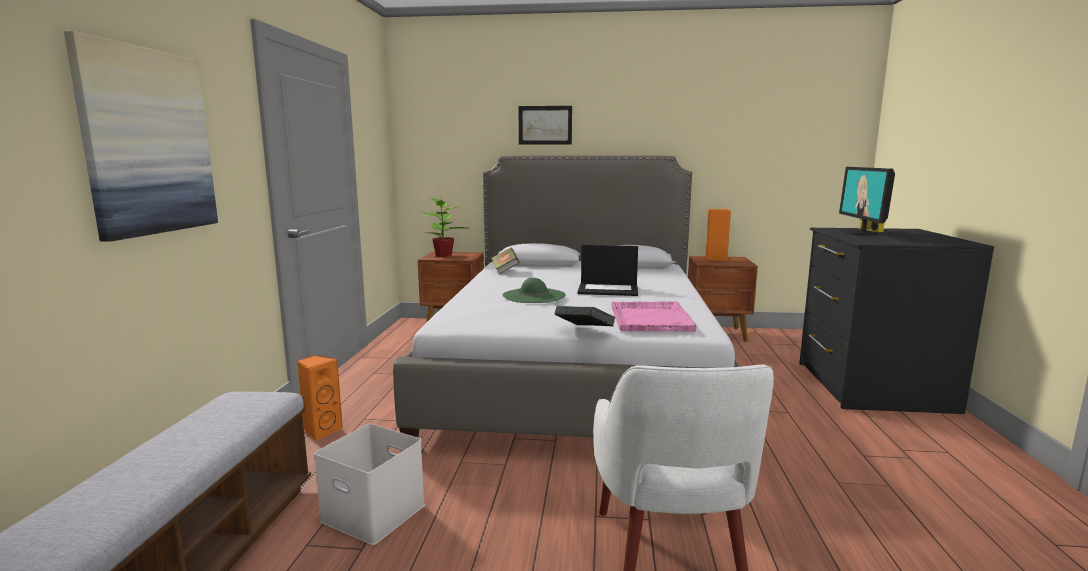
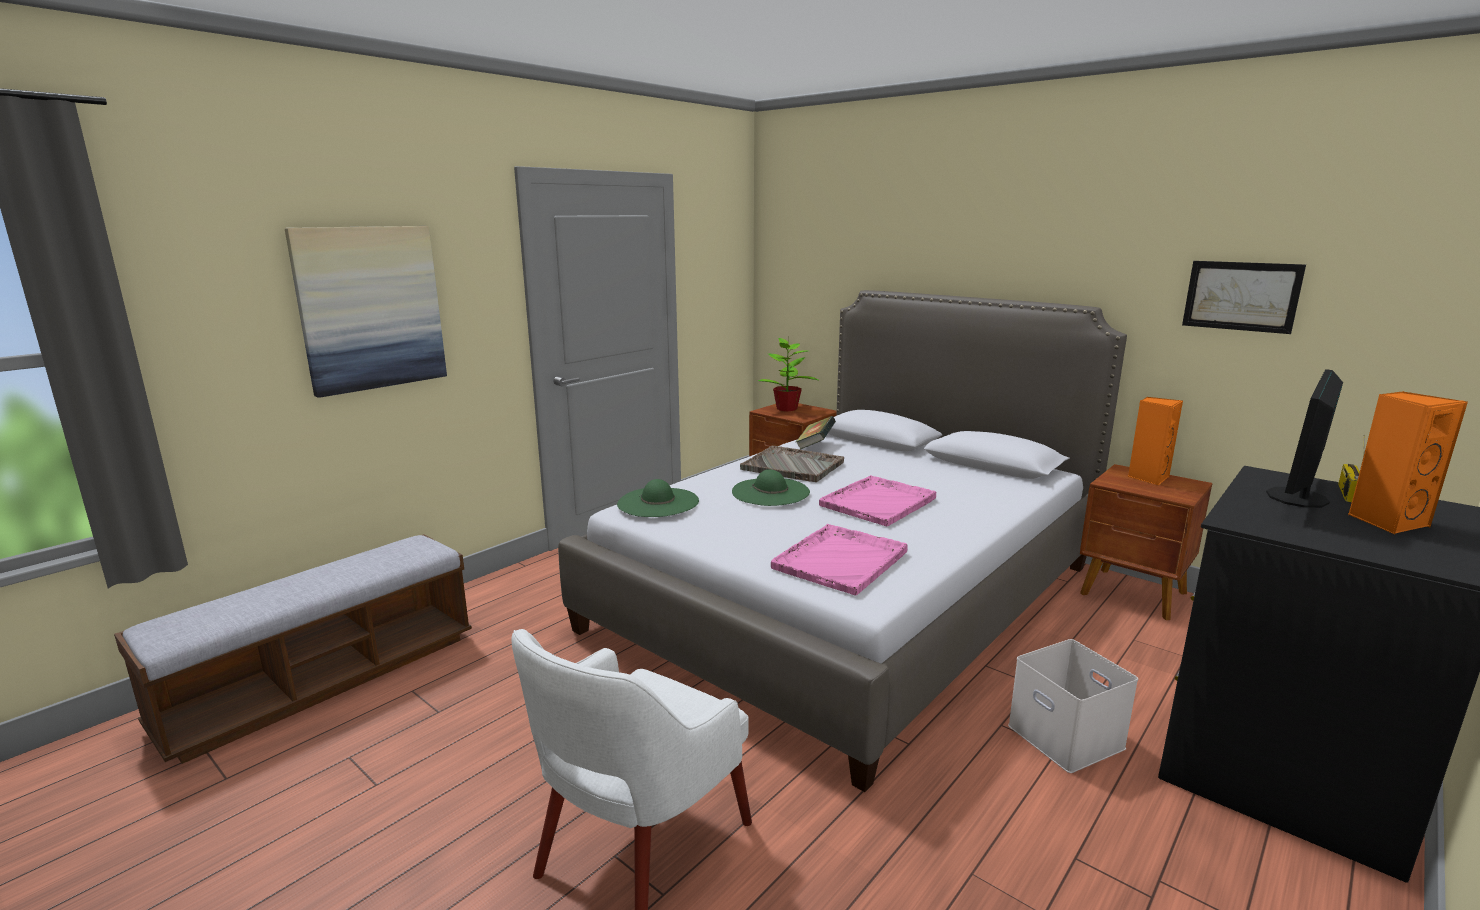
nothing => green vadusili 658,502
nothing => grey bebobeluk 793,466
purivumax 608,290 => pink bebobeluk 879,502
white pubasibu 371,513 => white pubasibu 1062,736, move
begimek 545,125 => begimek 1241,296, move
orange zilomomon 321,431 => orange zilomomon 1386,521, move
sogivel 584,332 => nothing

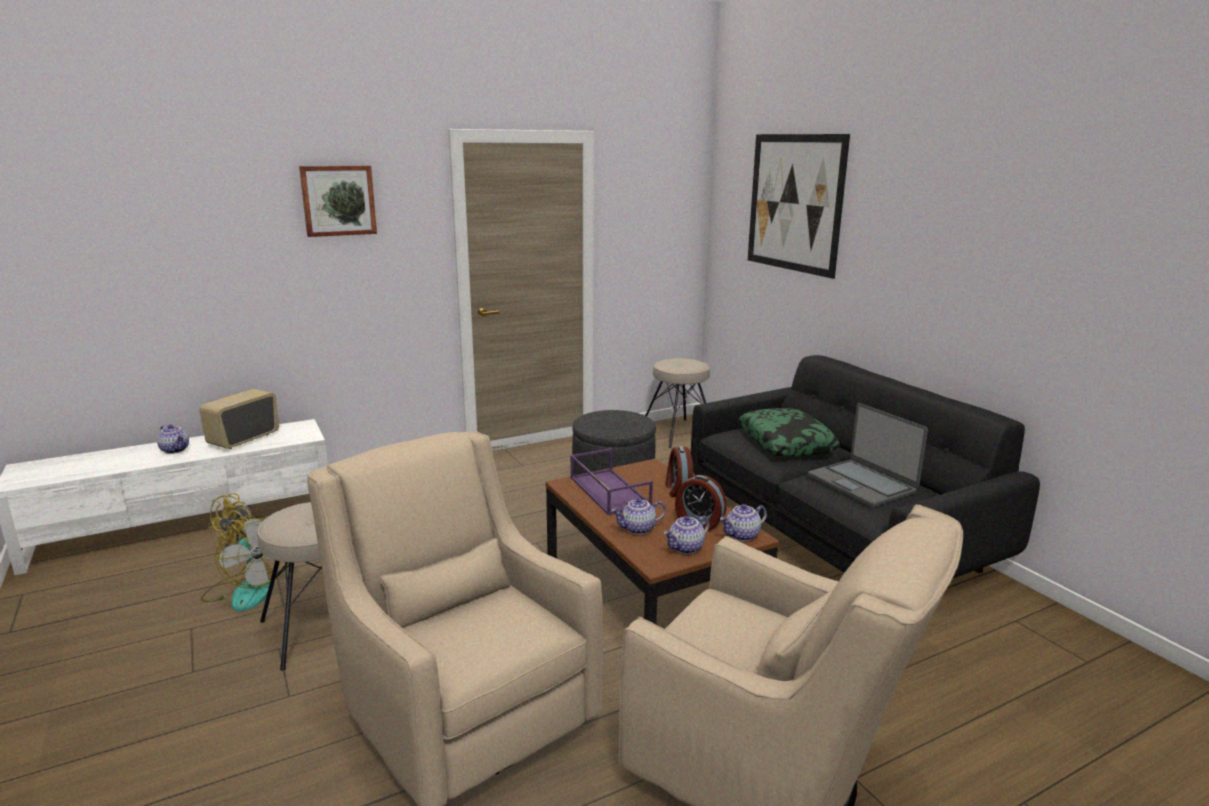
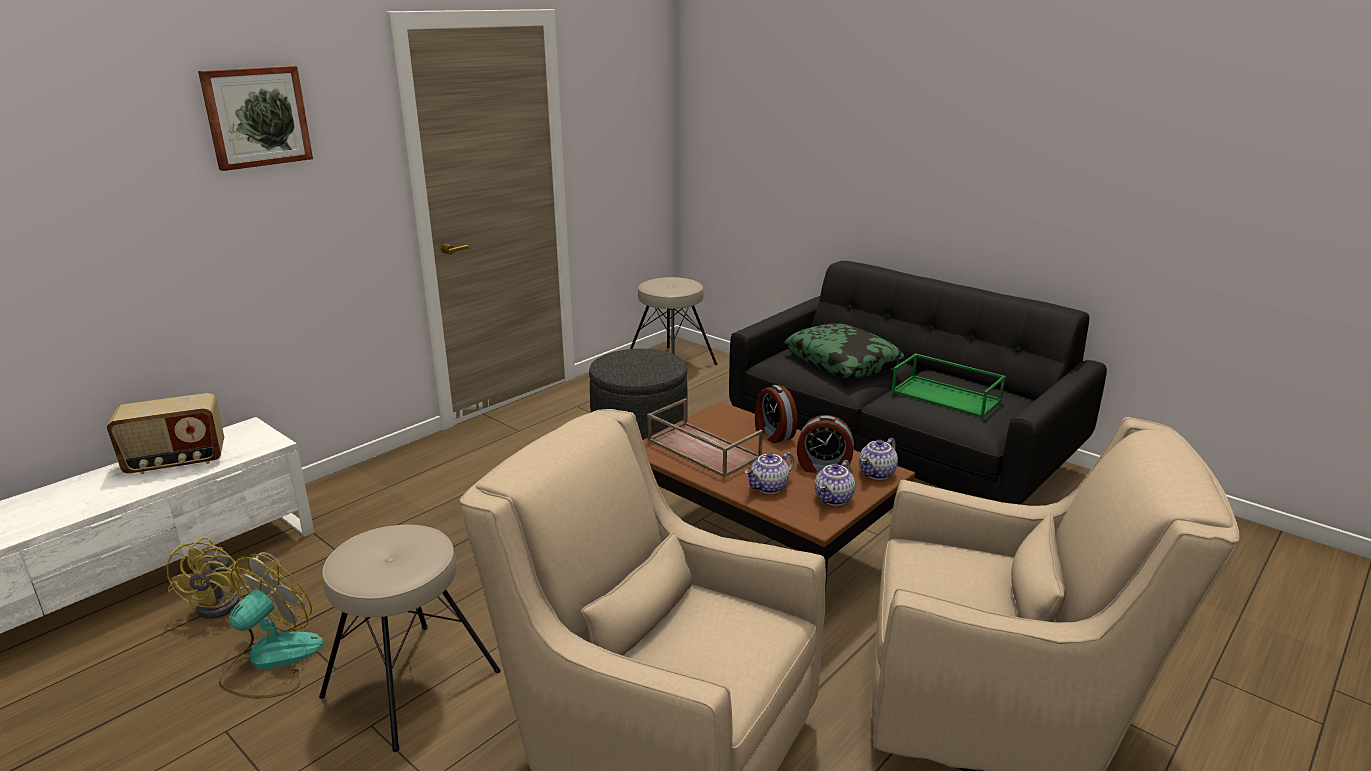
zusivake 243,439 => zusivake 176,462, 120 degrees counterclockwise
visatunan 248,590 => visatunan 271,661, 90 degrees counterclockwise
purple bebobeluk 608,491 => brown bebobeluk 702,449
purivumax 862,484 => green bebobeluk 947,396
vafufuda 175,450 => nothing
begimek 794,203 => nothing

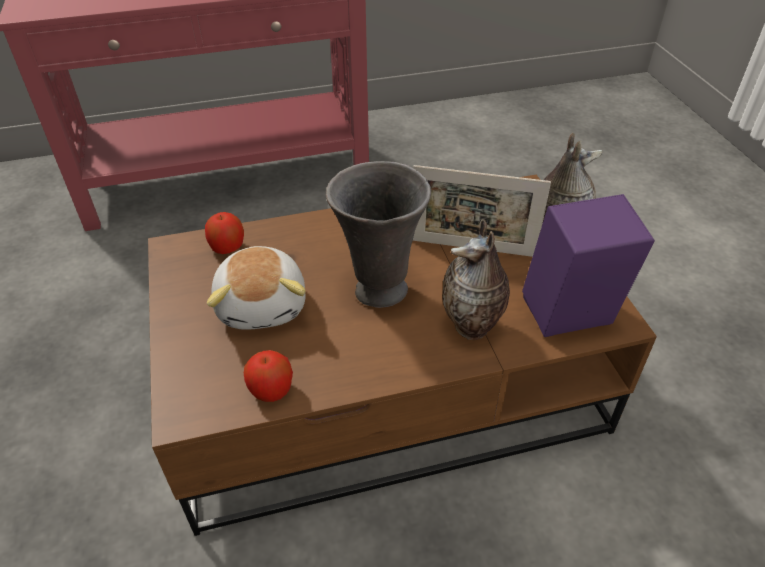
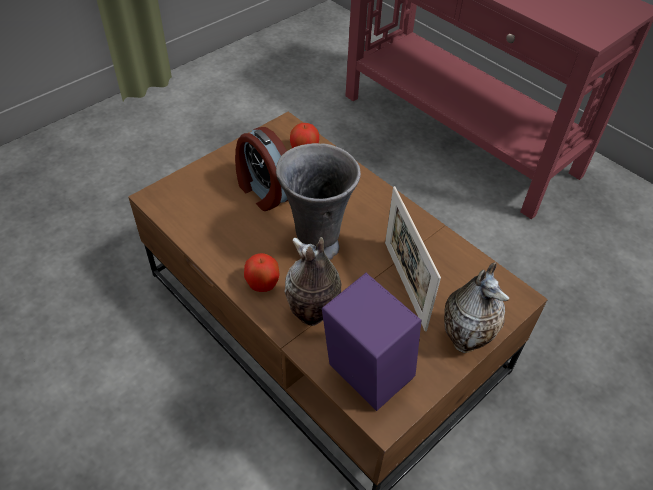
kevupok 263,304 => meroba 263,191
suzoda 271,391 => suzoda 262,283, move

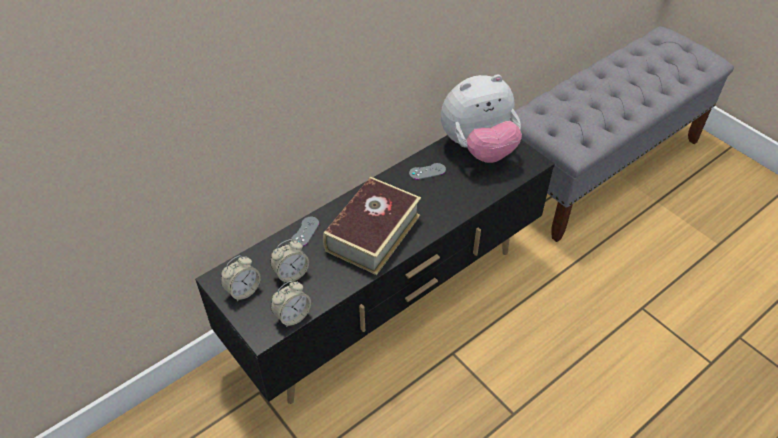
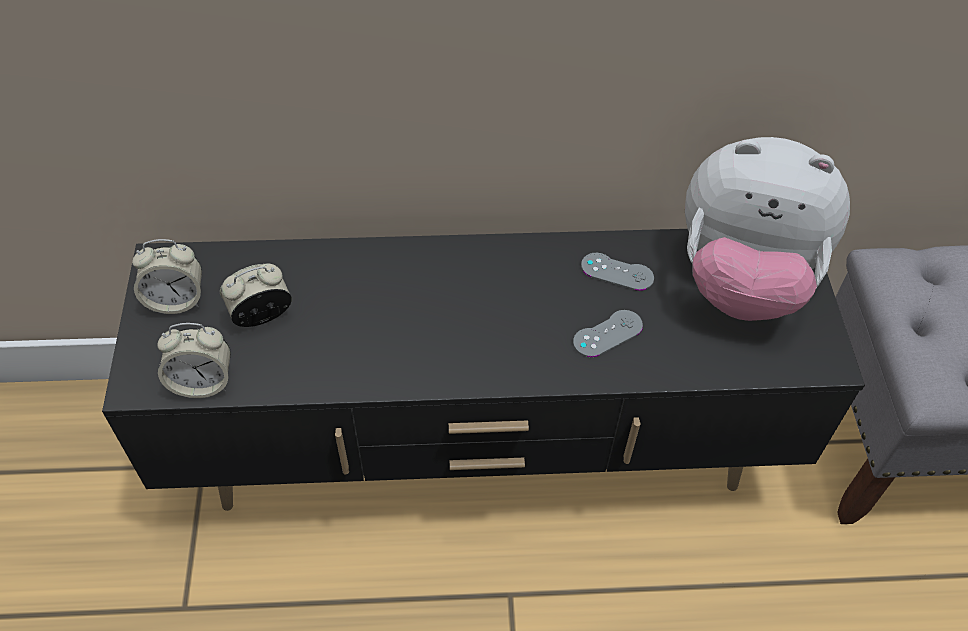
meroba 291,274 => meroba 261,315, 150 degrees clockwise
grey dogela 305,232 => grey dogela 607,334, move
sogivel 373,233 => nothing

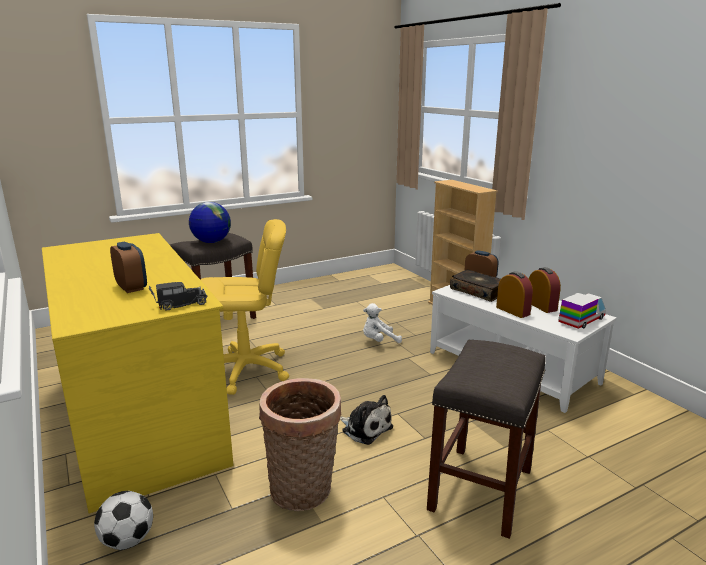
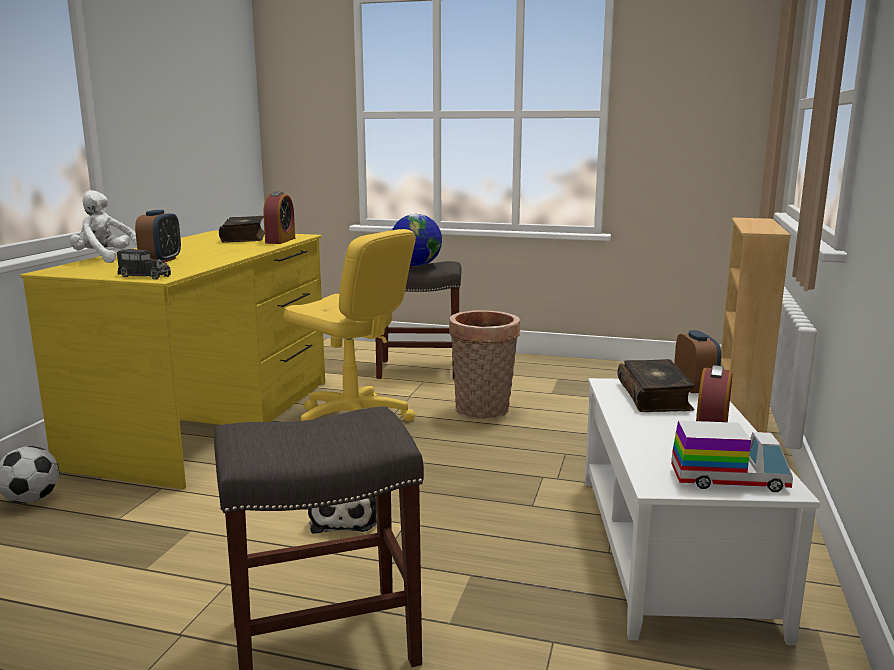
white kevupok 379,341 => white kevupok 106,259, move
nothing => sogivel 244,237
meroba 513,311 => meroba 280,240, move
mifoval 304,491 => mifoval 483,411, move

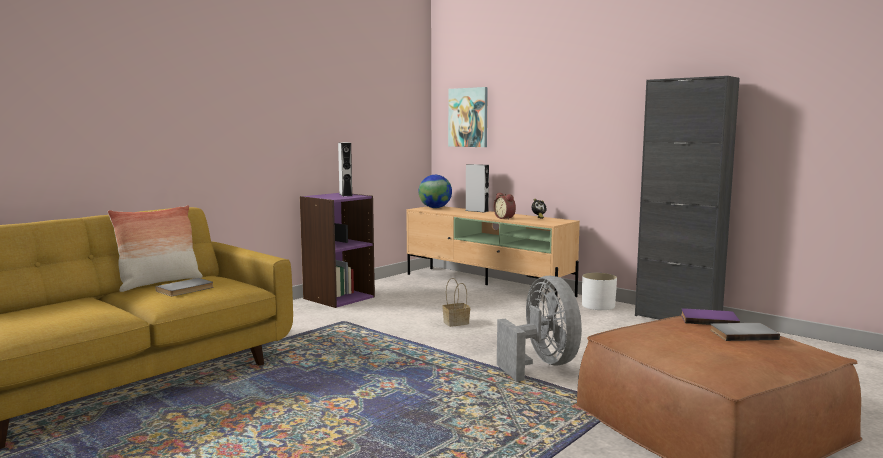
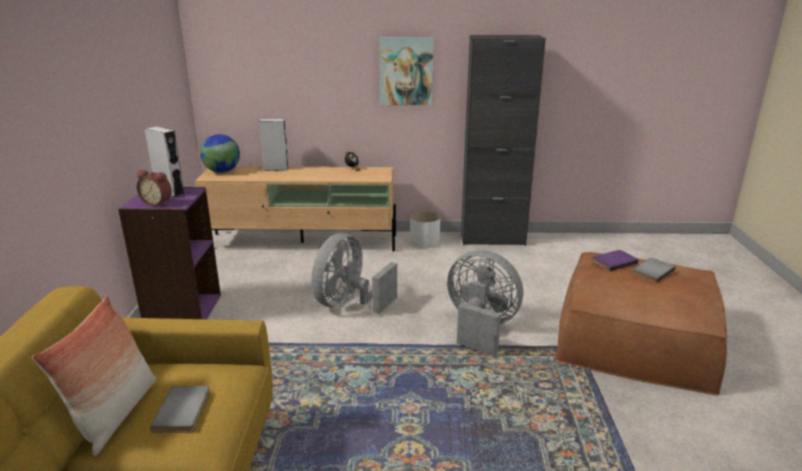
meroba 505,218 => meroba 158,202, move
mifoval 455,323 => grey visatunan 349,304
begimek 468,117 => begimek 406,71, move

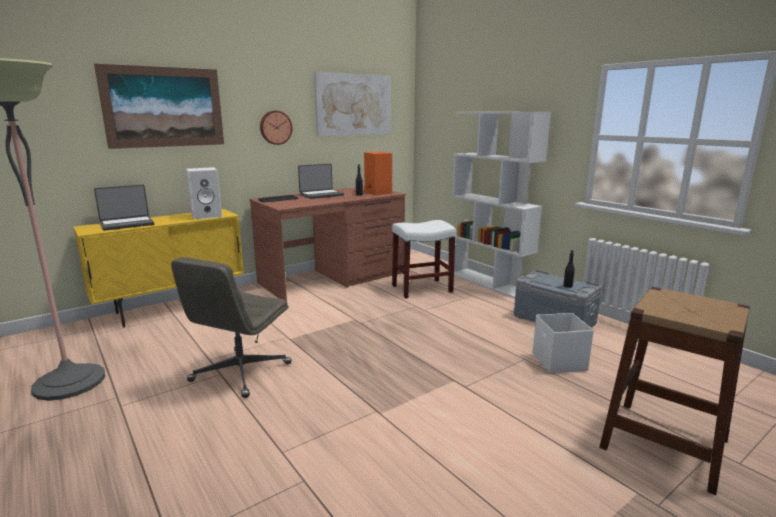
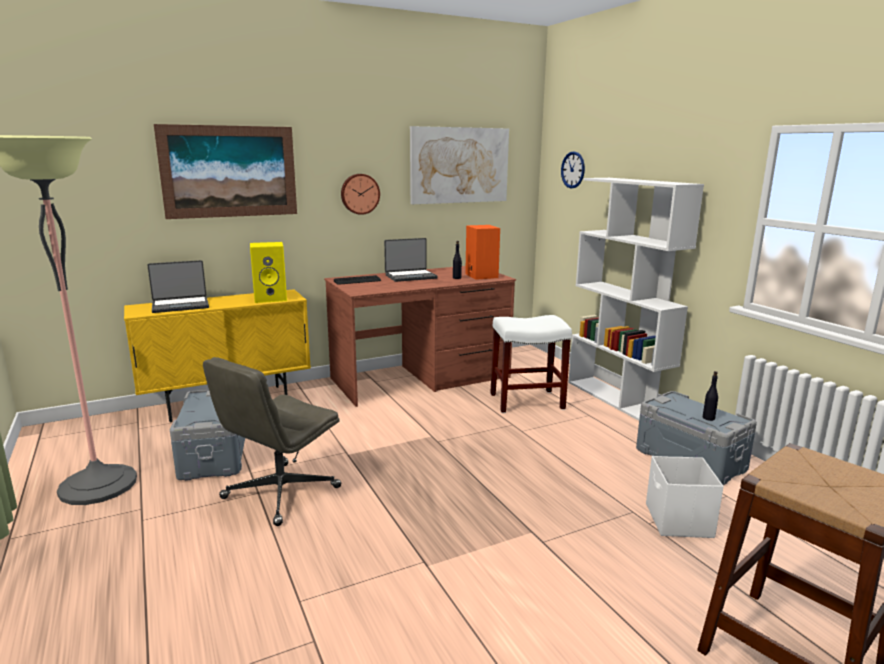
nothing => grey pubasibu 213,455
white zilomomon 207,215 => yellow zilomomon 271,298
nothing => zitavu 573,170

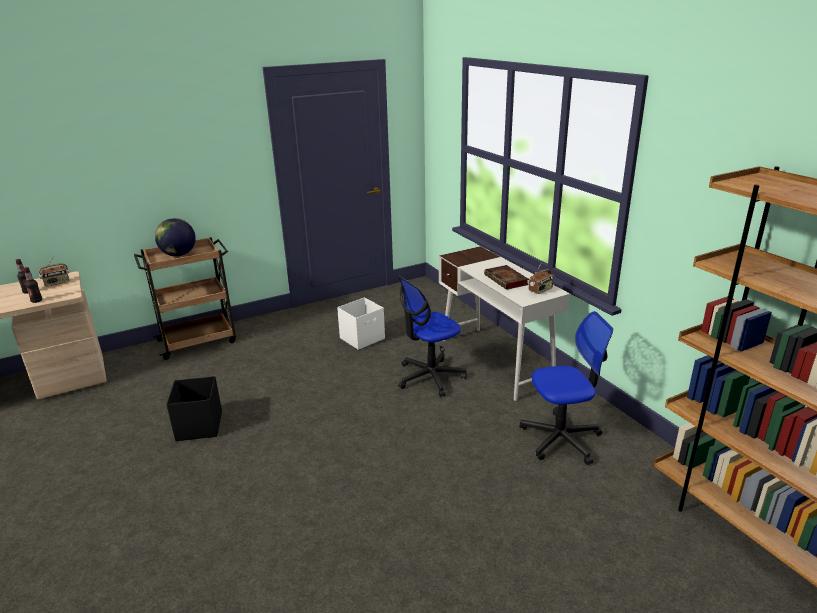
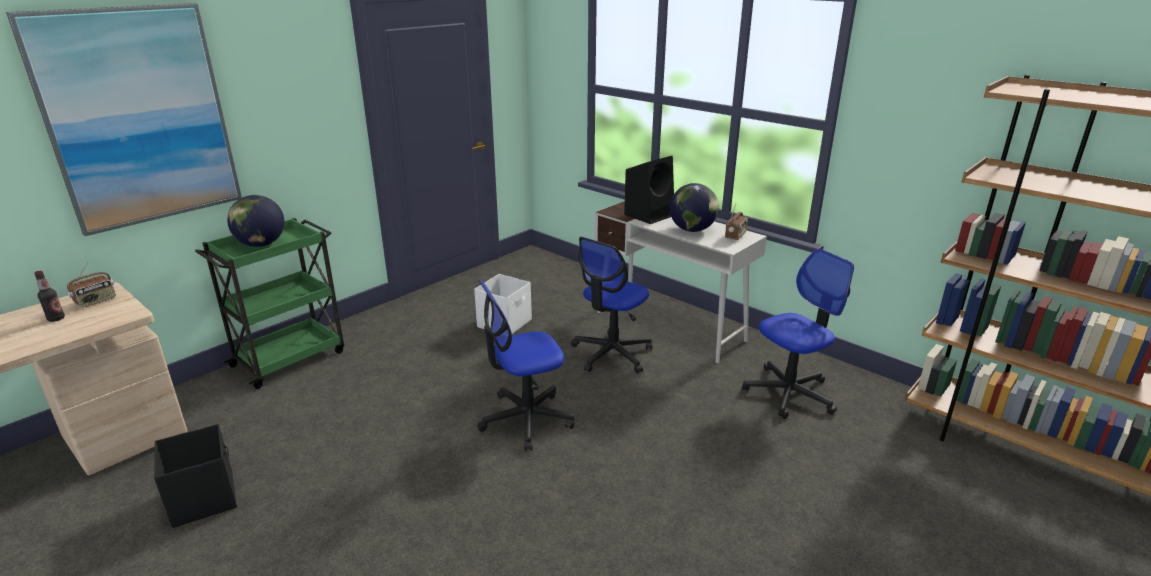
nothing => begimek 139,117
black pubasibu 200,425 => black pubasibu 204,498, move
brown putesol 199,341 => green putesol 290,358
nothing => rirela 526,419
nothing => black zilomomon 649,214
sogivel 507,280 => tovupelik 692,230
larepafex 37,301 => nothing

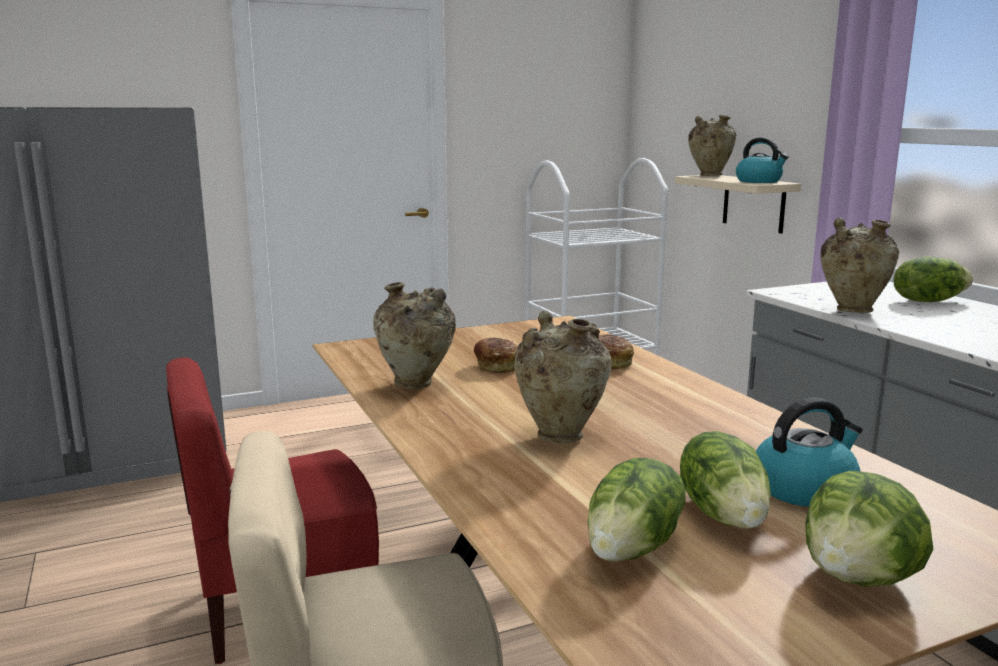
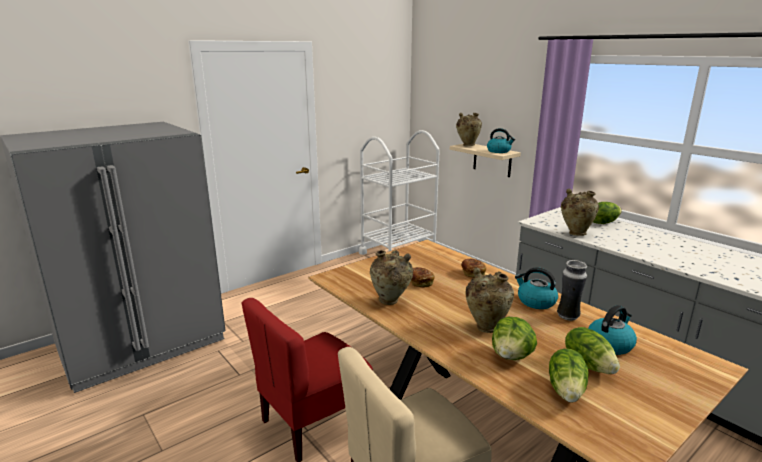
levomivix 859,578 => levomivix 511,356, move
nothing => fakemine 535,301
nothing => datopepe 568,316

